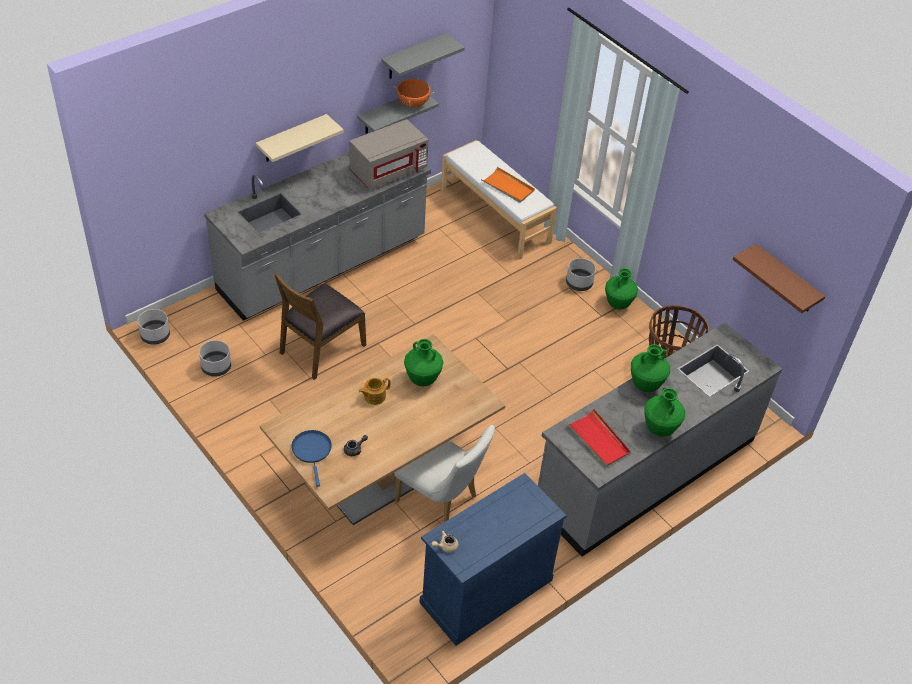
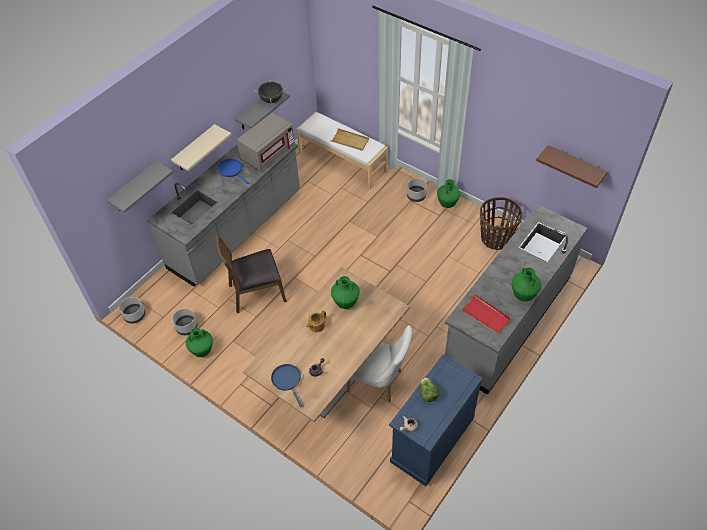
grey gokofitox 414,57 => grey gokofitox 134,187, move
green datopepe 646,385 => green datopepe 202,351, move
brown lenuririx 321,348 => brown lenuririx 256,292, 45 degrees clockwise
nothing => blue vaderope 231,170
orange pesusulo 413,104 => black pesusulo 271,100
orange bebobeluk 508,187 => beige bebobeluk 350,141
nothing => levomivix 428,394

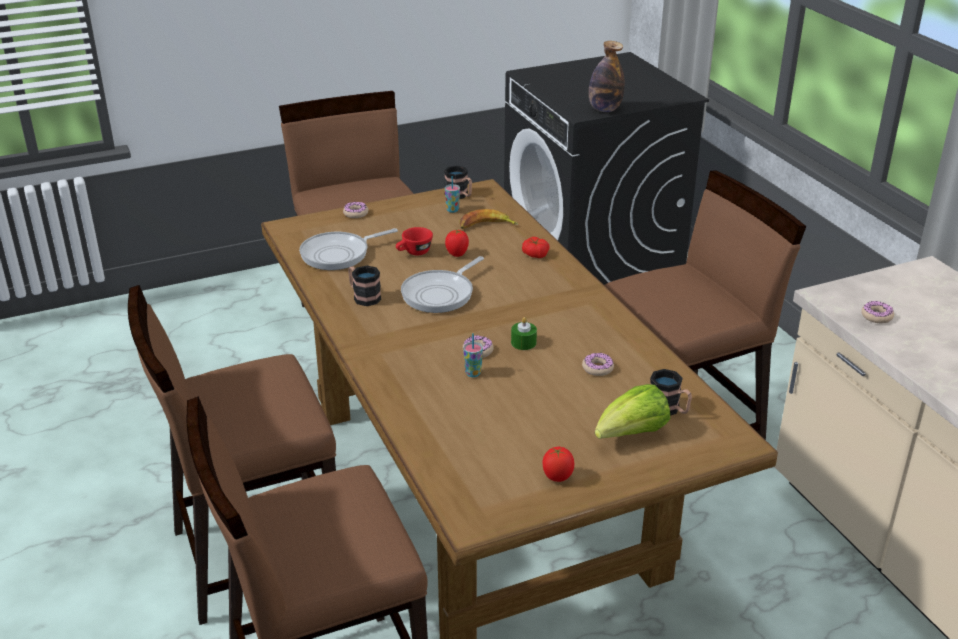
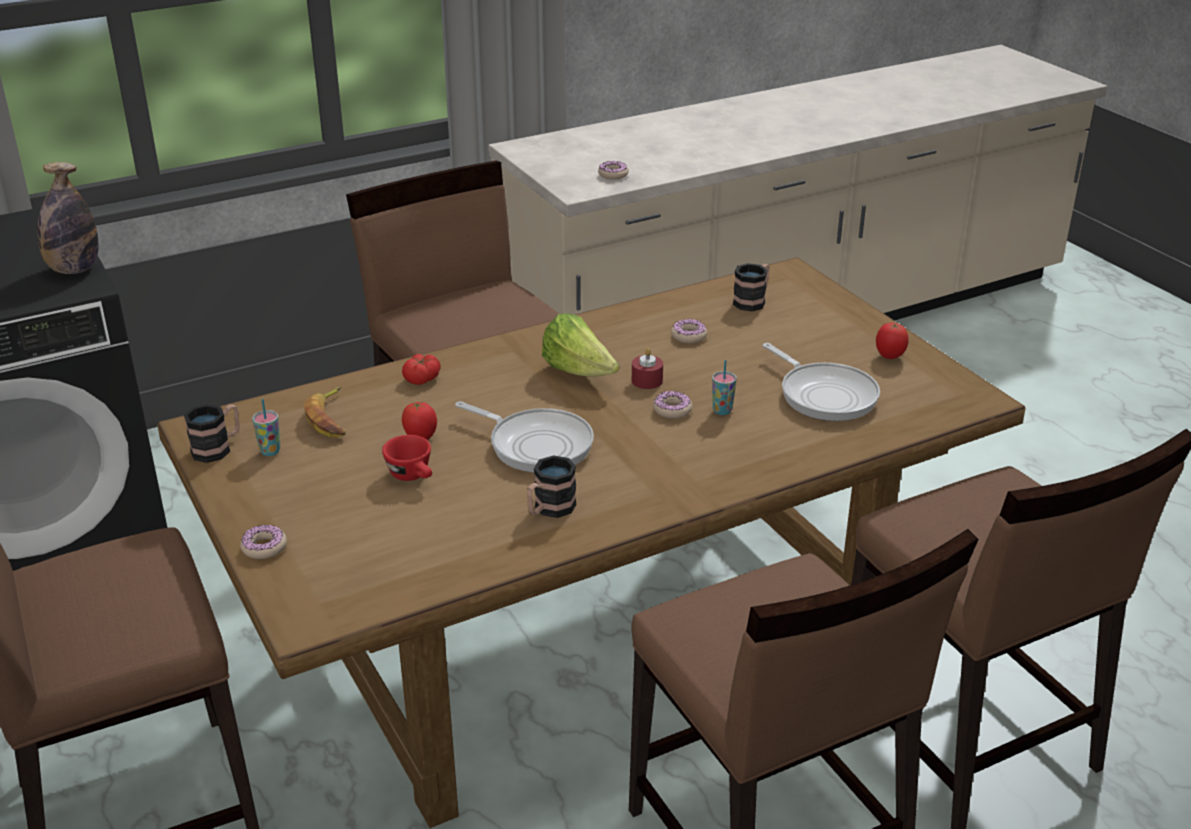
levomivix 632,435 => levomivix 579,372, move
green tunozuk 523,343 => red tunozuk 647,380
vaderope 339,254 => vaderope 824,395, move

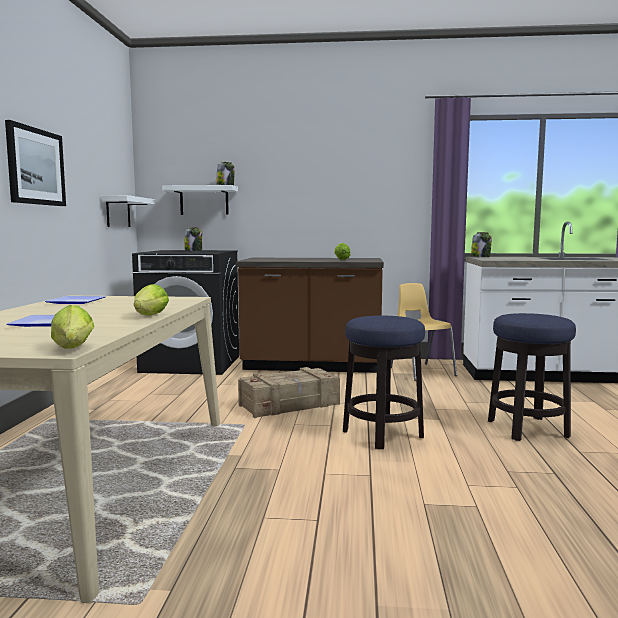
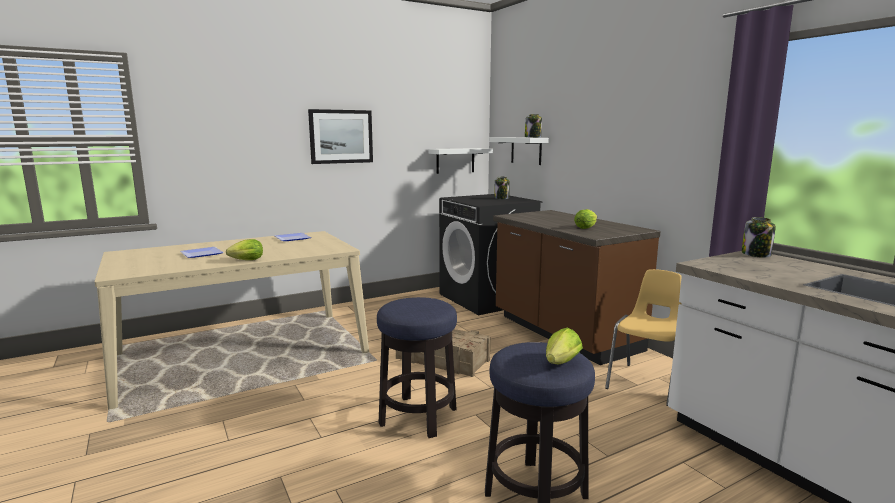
levomivix 73,349 => levomivix 560,364, move

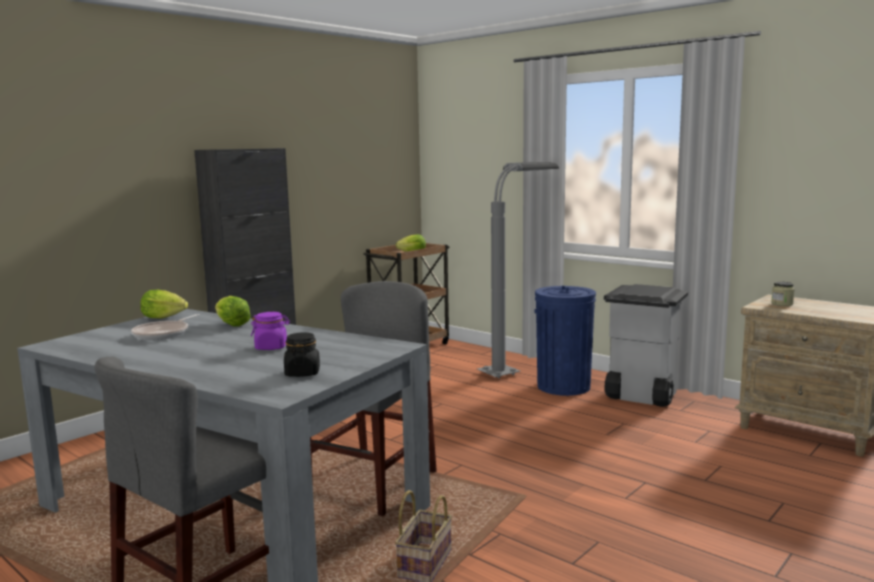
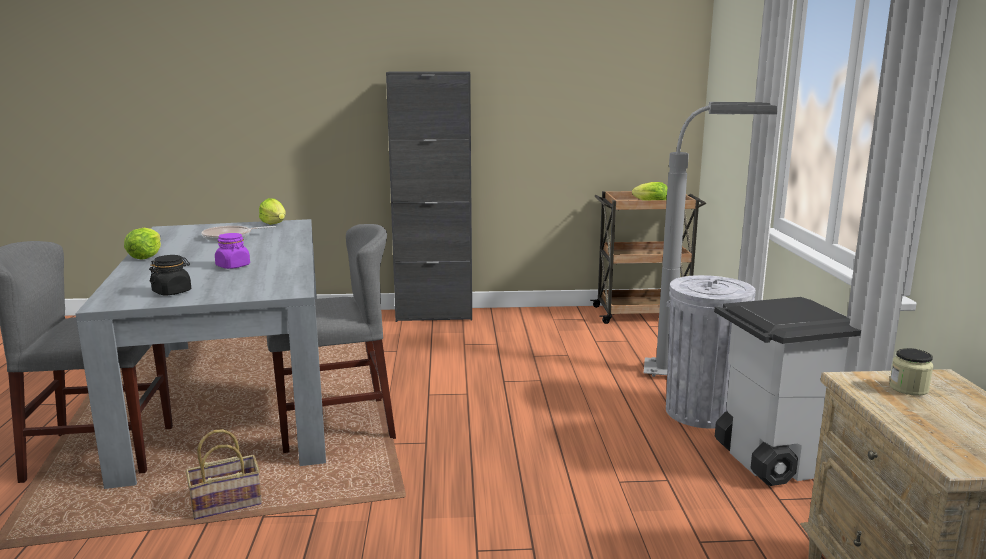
levomivix 232,325 => levomivix 145,257, move
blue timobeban 563,386 => grey timobeban 701,412

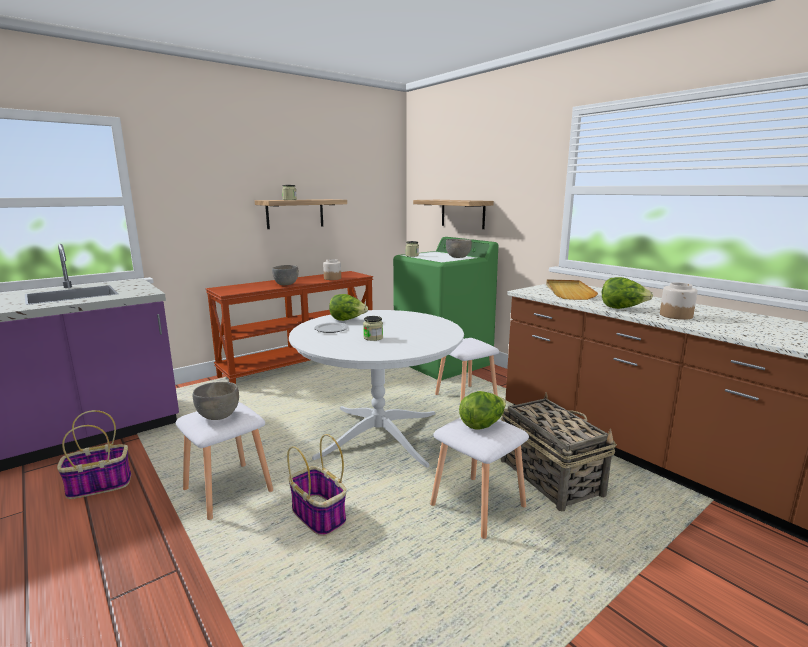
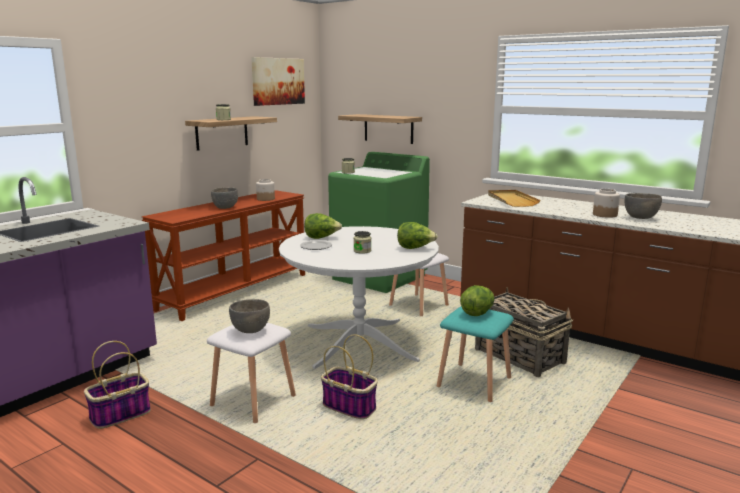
nothing => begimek 278,81
levomivix 622,308 => levomivix 415,248, move
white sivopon 477,507 => turquoise sivopon 474,383
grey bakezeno 458,257 => grey bakezeno 640,218, move

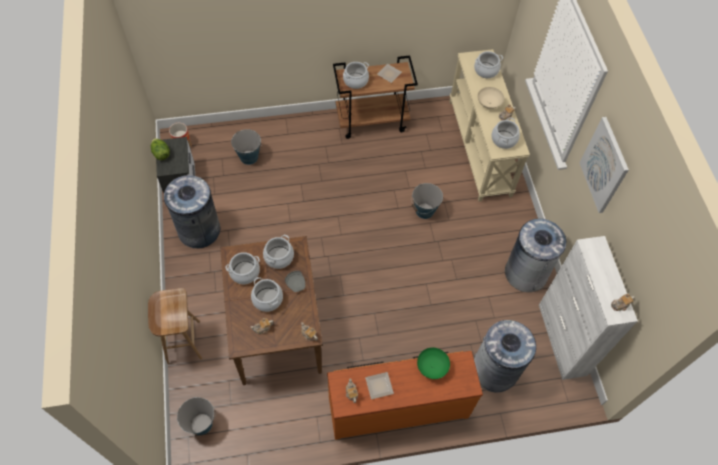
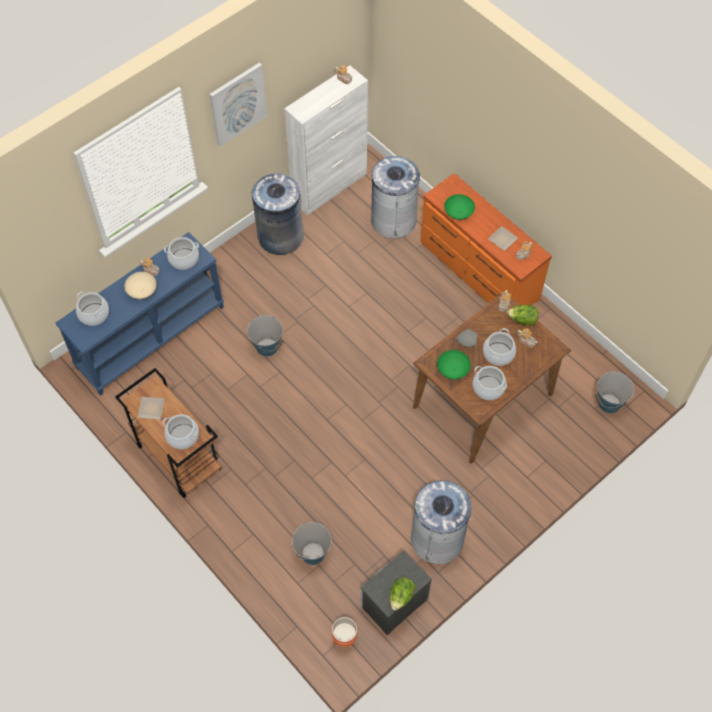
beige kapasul 480,147 => blue kapasul 150,336
pesusulo 278,257 => green bakezeno 452,370
nothing => levomivix 522,320
brown sivopon 182,341 => nothing

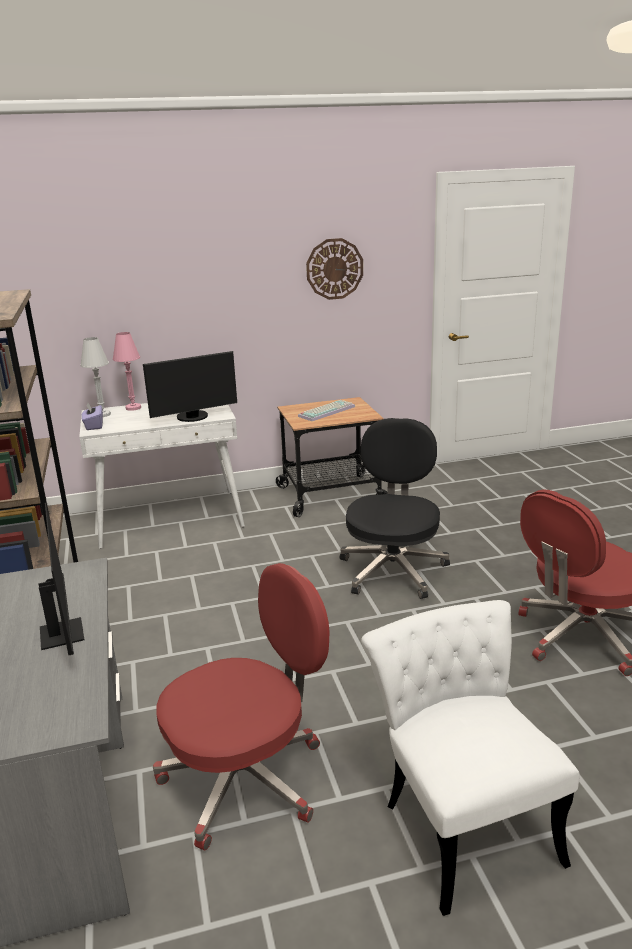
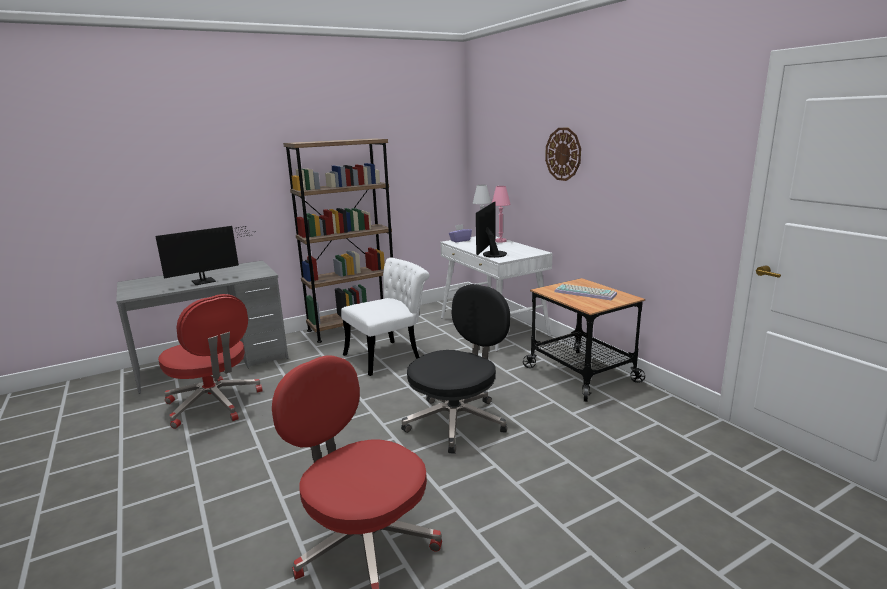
white lenuririx 461,820 => white lenuririx 389,355, move
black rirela 393,569 => black rirela 457,421, 45 degrees counterclockwise
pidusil 193,417 => pidusil 491,254, 60 degrees clockwise
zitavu 334,269 => zitavu 563,154, move

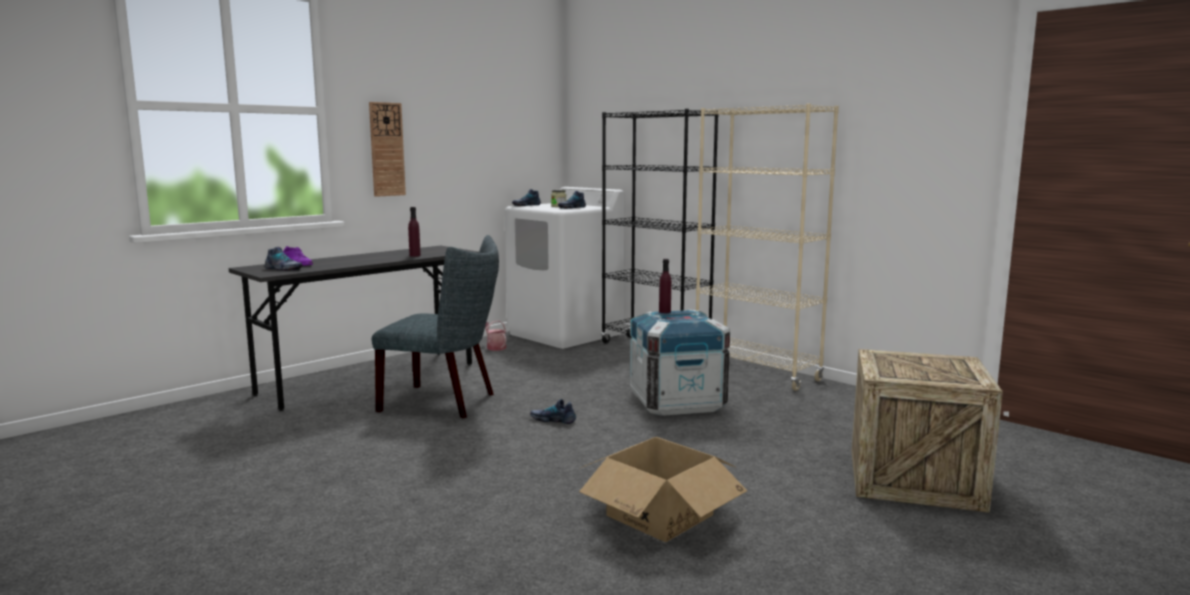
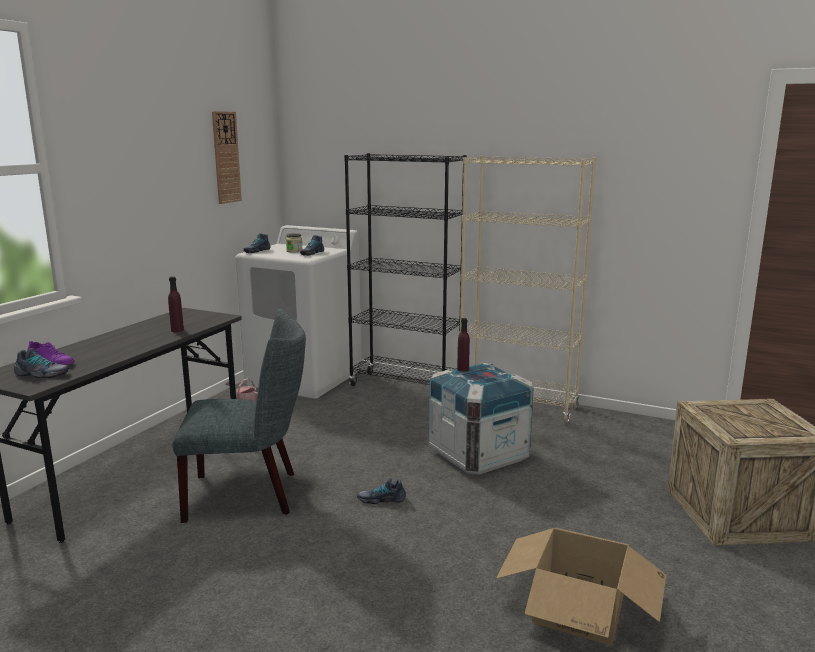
zitavu 387,149 => zitavu 226,157, move

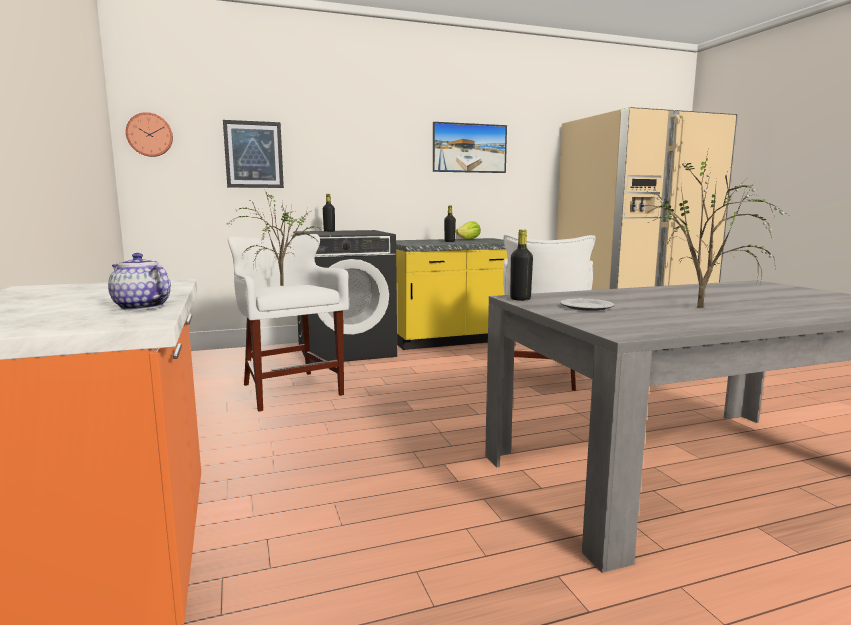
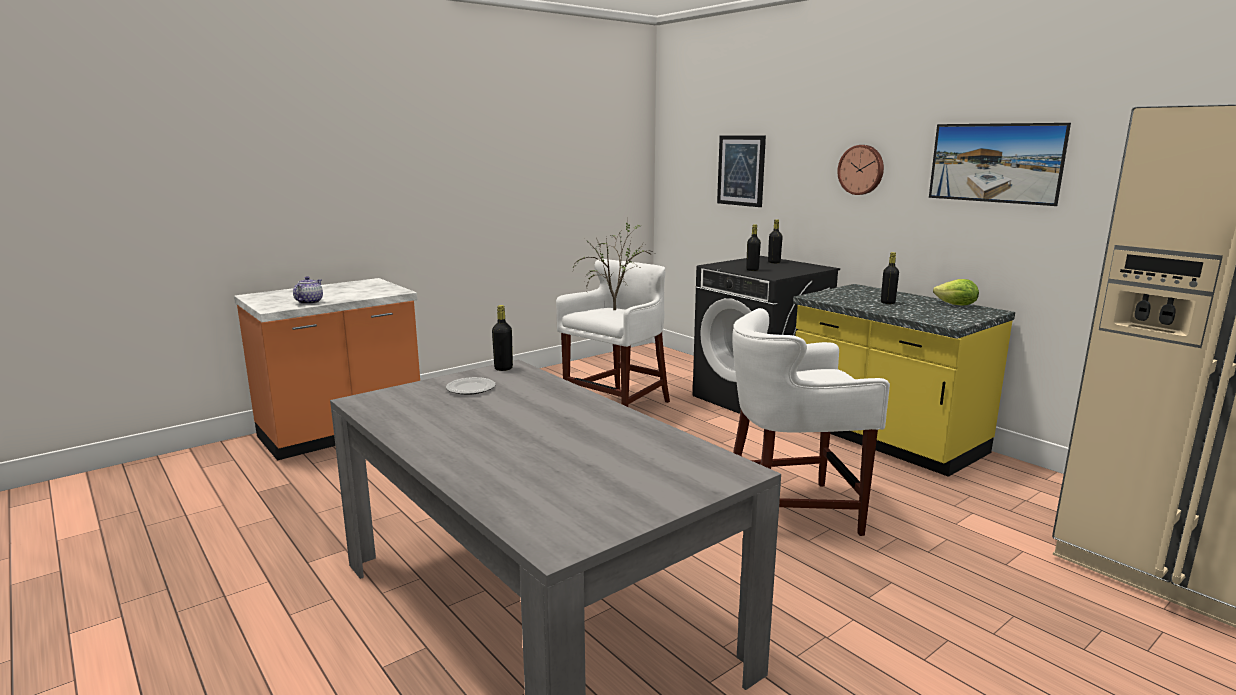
nothing => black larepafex 752,270
zitavu 150,135 => zitavu 861,169, move
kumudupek 702,308 => nothing

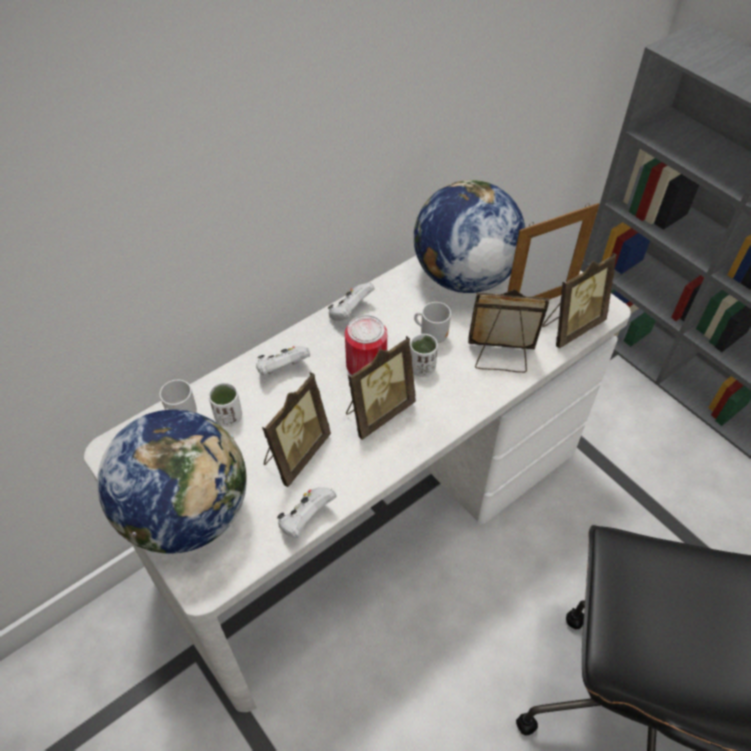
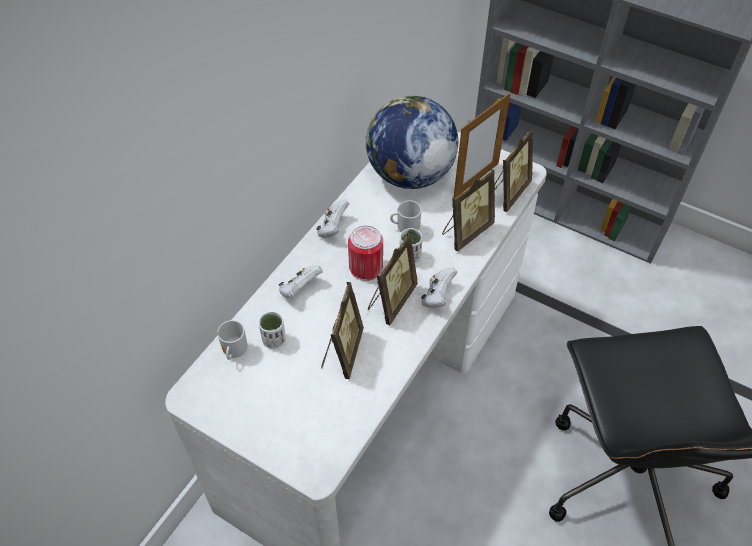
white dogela 306,519 => white dogela 437,296, move
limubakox 500,358 => limubakox 465,232, 150 degrees clockwise
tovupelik 188,513 => nothing

